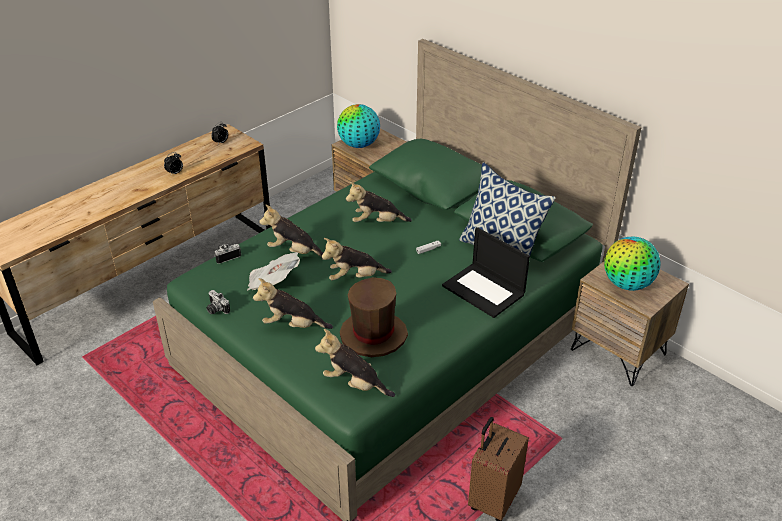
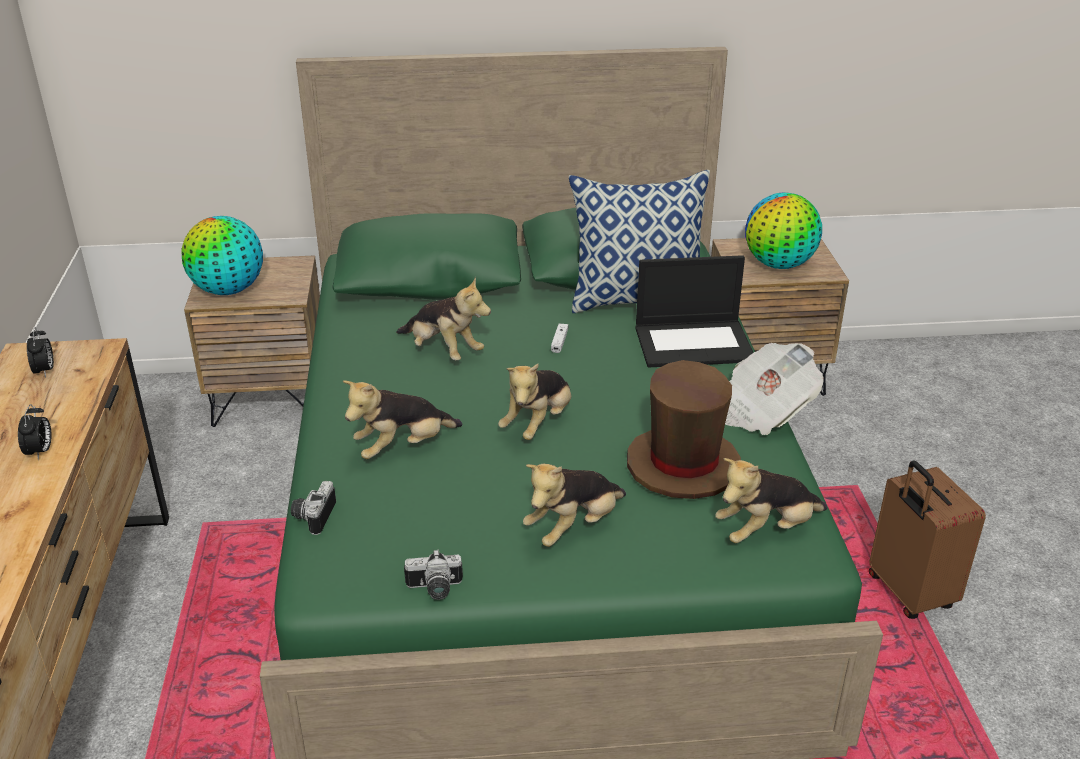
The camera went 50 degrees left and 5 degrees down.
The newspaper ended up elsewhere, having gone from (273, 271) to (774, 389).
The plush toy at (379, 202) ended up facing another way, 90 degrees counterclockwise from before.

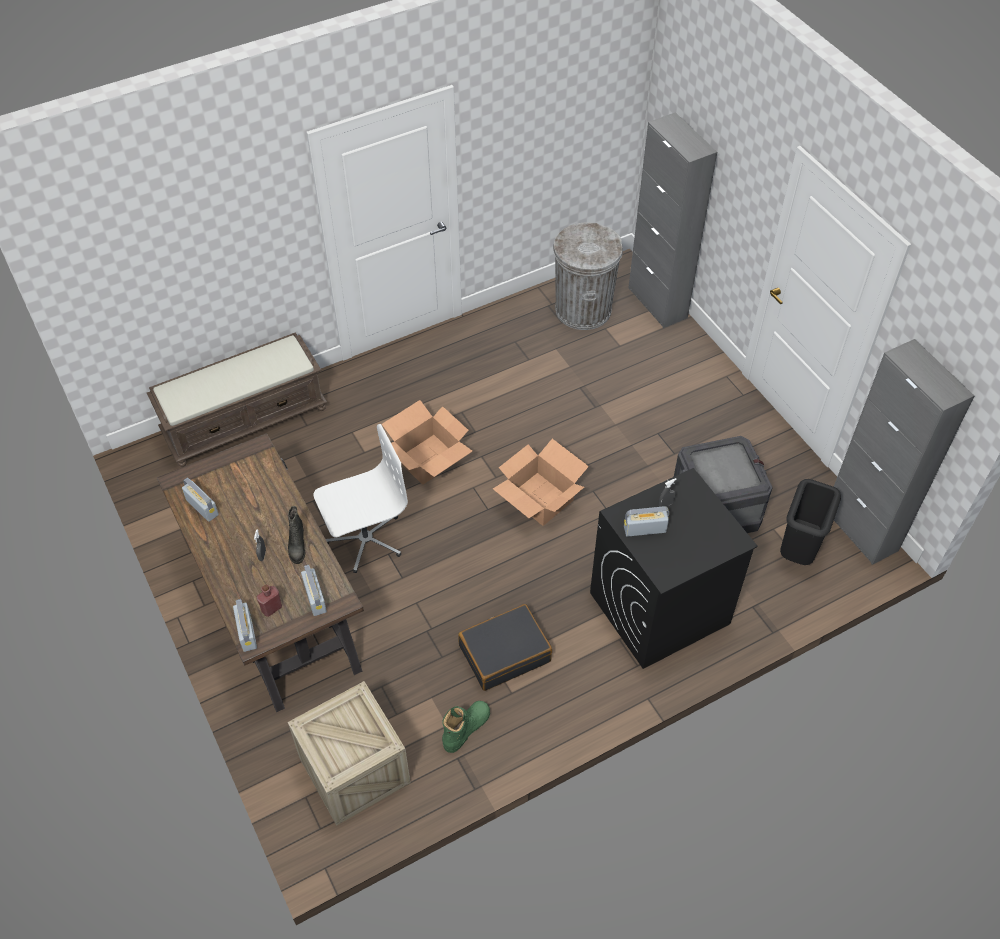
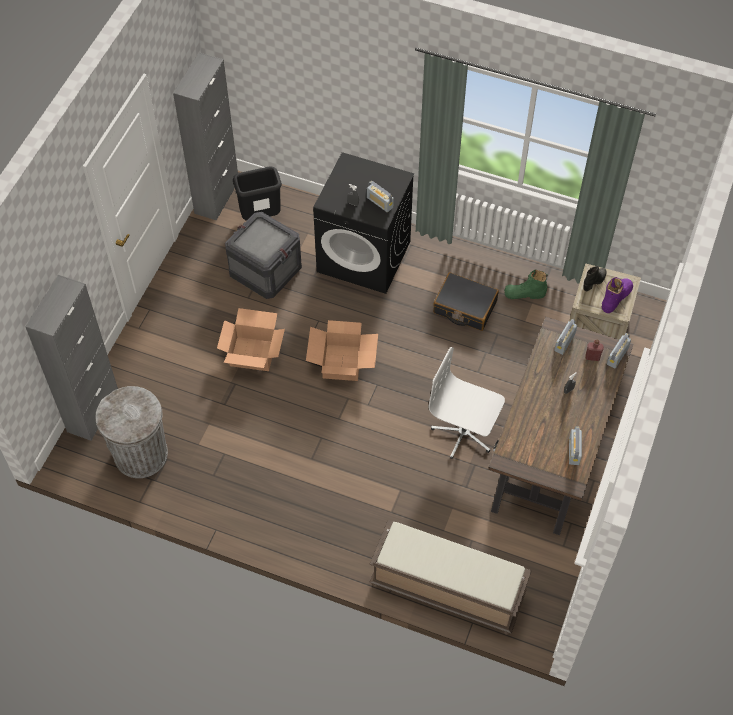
The camera went 130 degrees left and 5 degrees up.
The black boot ended up elsewhere, having gone from (296, 535) to (595, 278).
The cardboard box ended up elsewhere, having gone from (427, 442) to (251, 339).
The second view gained the purple boot at (617, 295).

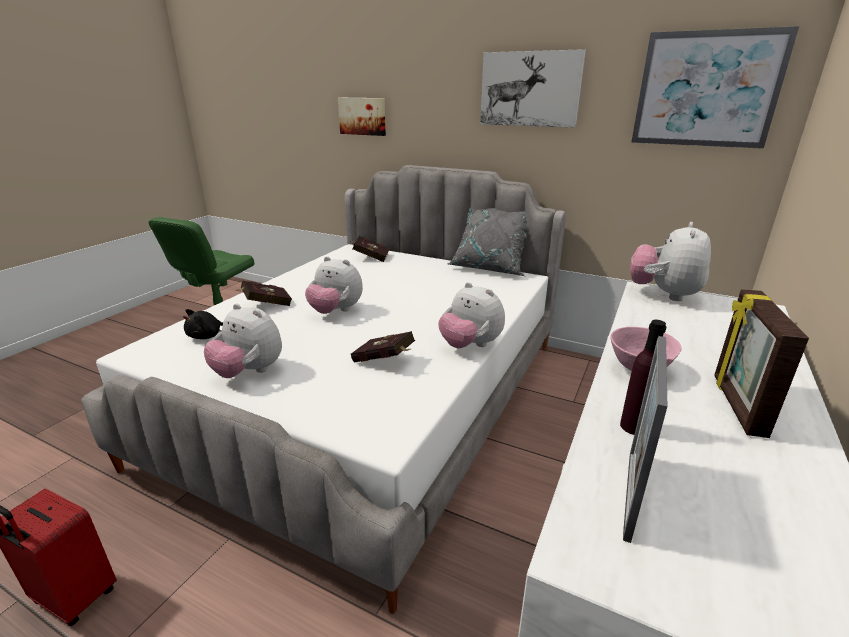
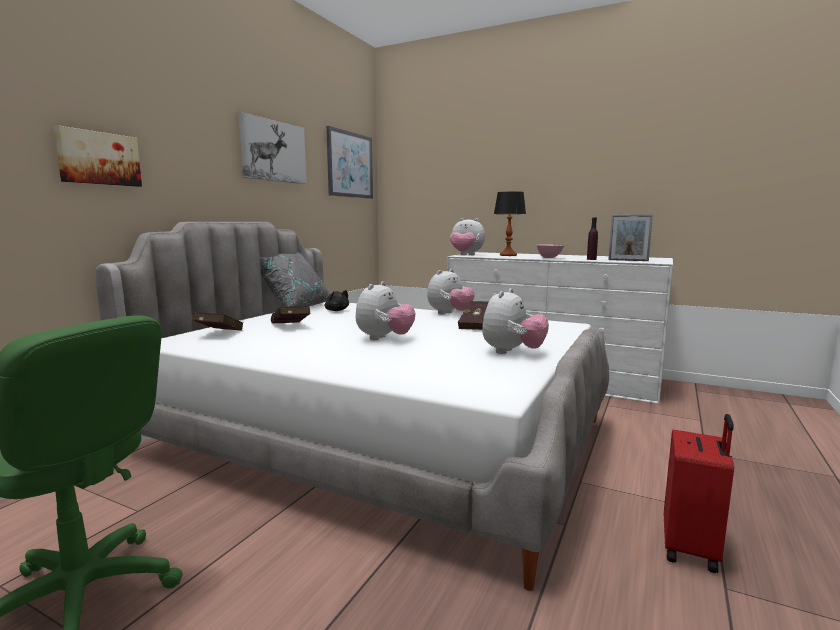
The camera went 90 degrees left and 15 degrees down.
The black plush toy ended up elsewhere, having gone from (203, 324) to (336, 300).
The red book ended up elsewhere, having gone from (264, 293) to (291, 314).
The second view lost the picture frame at (761, 363).
The second view gained the table lamp at (510, 223).

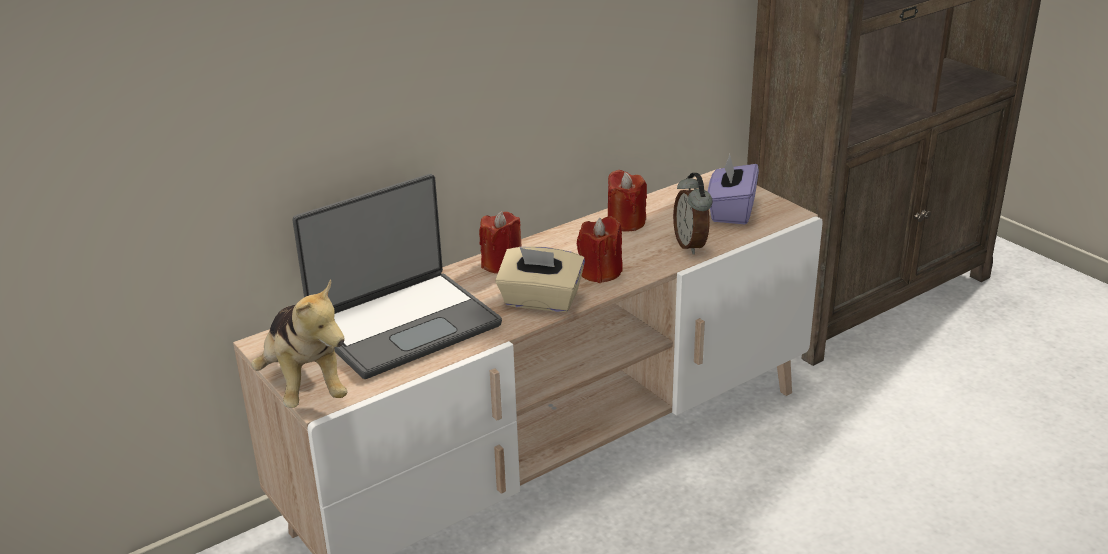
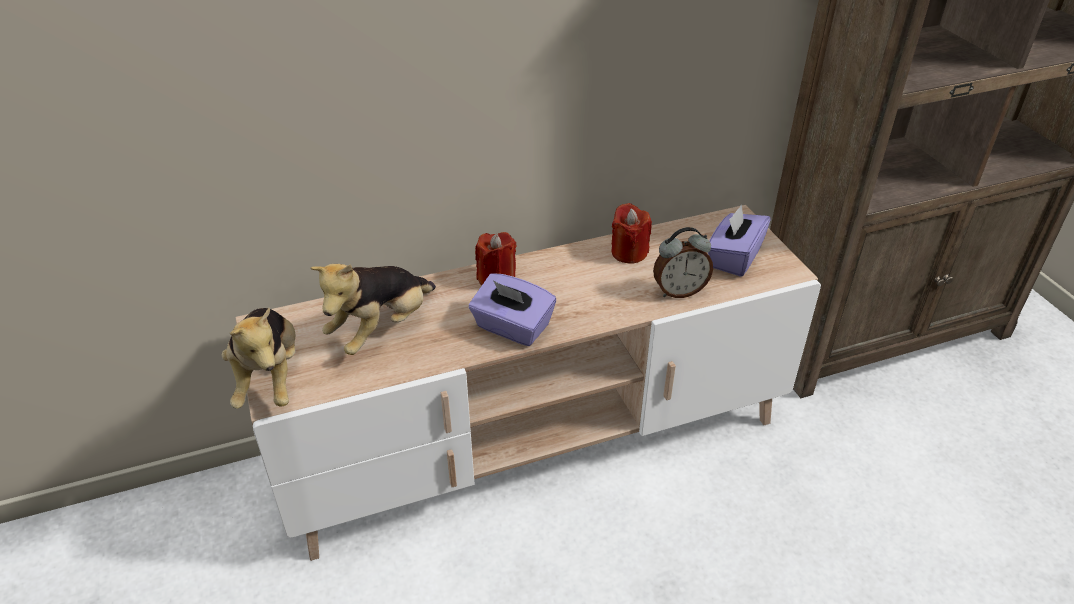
The camera went 15 degrees right and 10 degrees up.
Where the laptop stood at (397, 276), the plush toy came to stand at (373, 309).
What was the beige tissue box at (540, 279) turned into the purple tissue box at (512, 309).
The second view lost the red candle at (600, 249).
The alarm clock at (693, 213) ended up facing another way, 105 degrees counterclockwise from before.

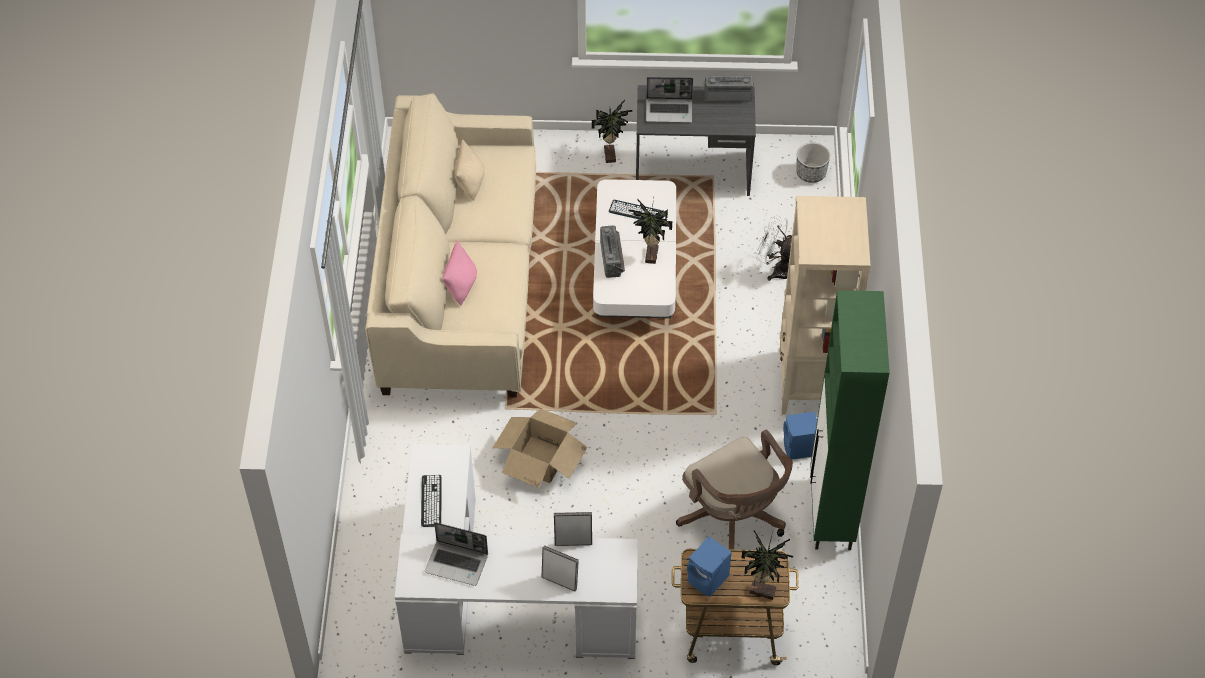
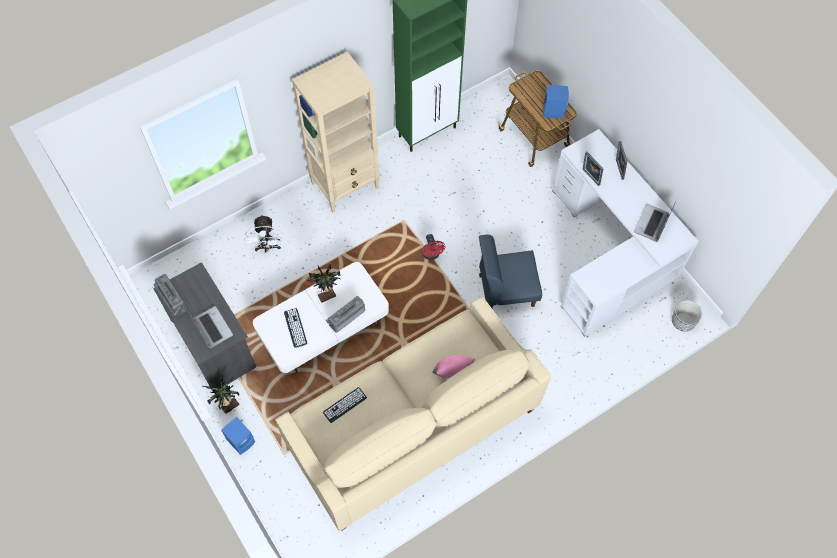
The camera went 125 degrees left and 10 degrees up.
The keyboard ended up elsewhere, having gone from (431, 501) to (345, 405).
The laptop at (456, 554) ended up facing another way, 135 degrees counterclockwise from before.
The second view lost the beige pillow at (469, 170).
Where the cardboard box stood at (540, 448), the blue chair came to stand at (510, 271).
The second view lost the brown office chair at (734, 490).
The second view lost the potted plant at (767, 565).
The blue speaker ended up elsewhere, having gone from (800, 436) to (238, 436).
The planter ended up elsewhere, having gone from (813, 163) to (687, 315).
The second view gained the red fan at (433, 247).

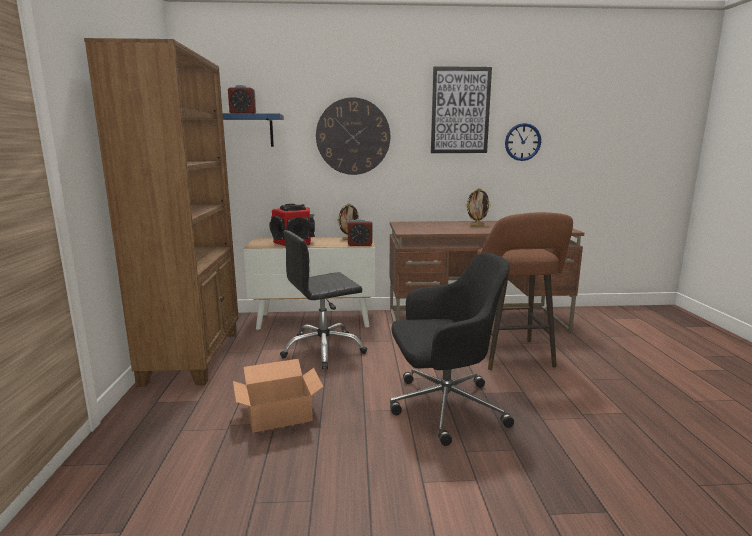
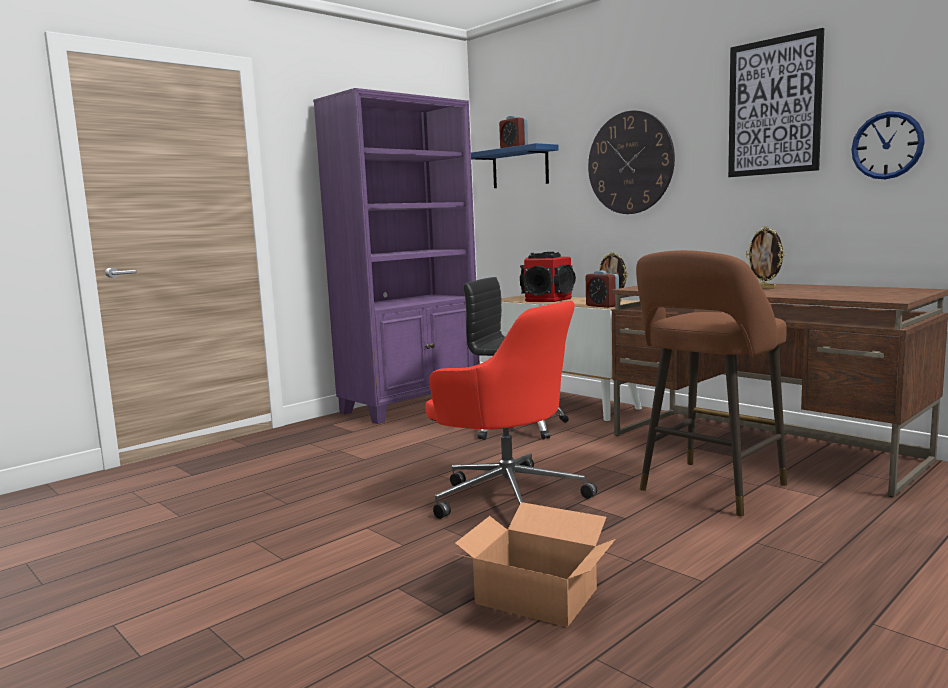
The camera went 50 degrees right and 5 degrees down.
What was the brown bookcase at (161, 212) turned into the purple bookcase at (396, 256).
The cardboard box ended up elsewhere, having gone from (278, 396) to (535, 564).
What was the black office chair at (452, 349) turned into the red office chair at (511, 410).

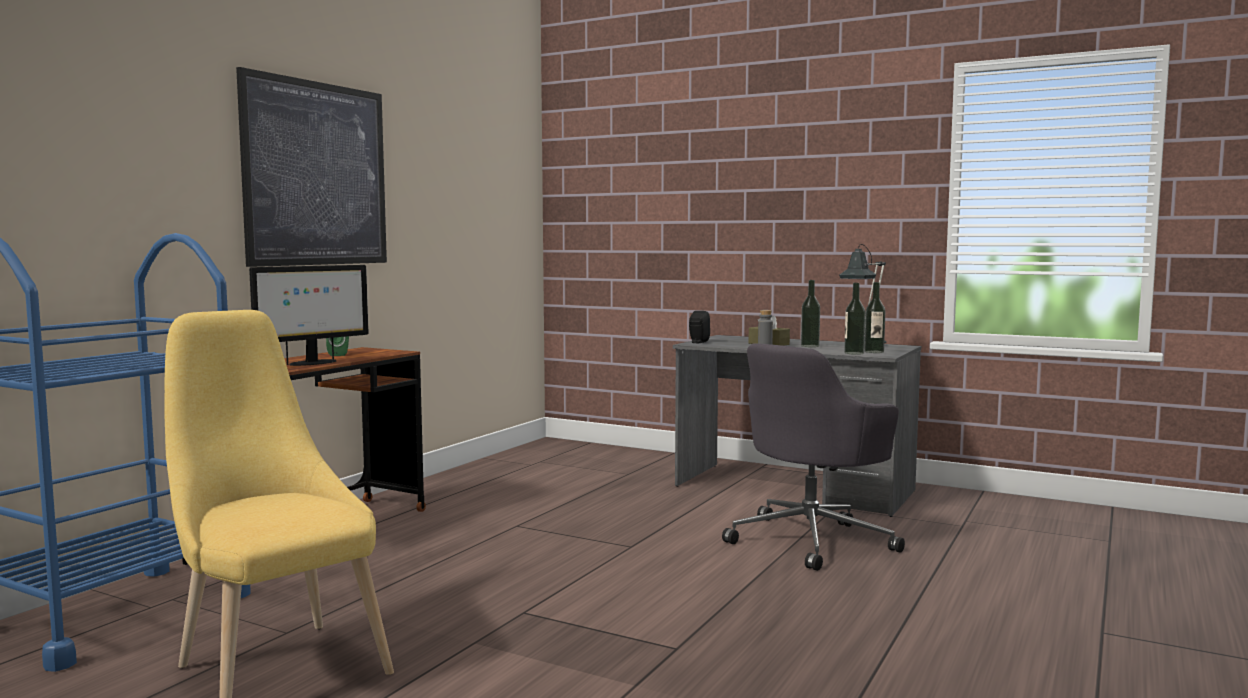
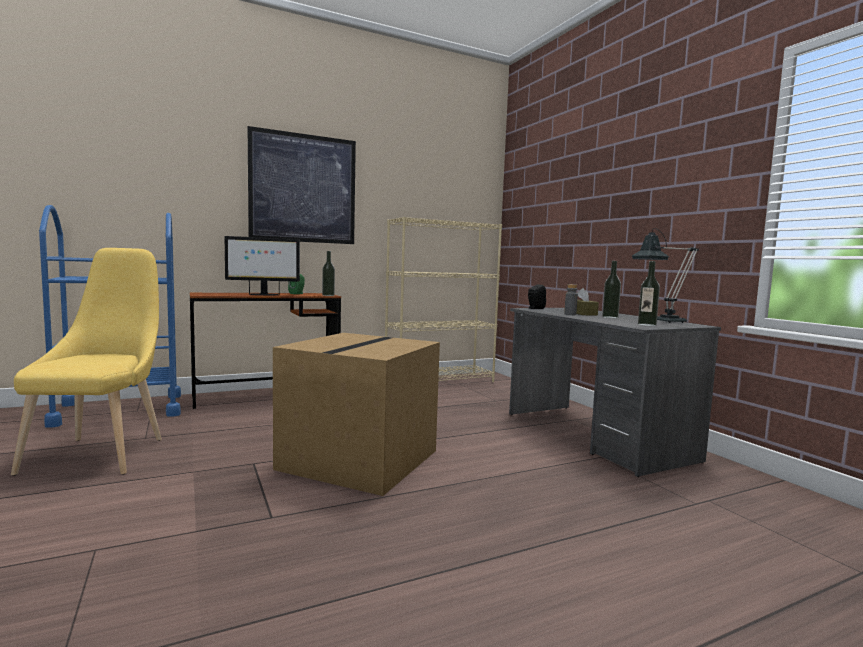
The camera went 35 degrees right and 0 degrees up.
The second view lost the grey office chair at (813, 457).
The bottle ended up elsewhere, having gone from (854, 319) to (328, 273).
The second view gained the cardboard box at (356, 414).
The second view gained the beige bookcase at (443, 299).

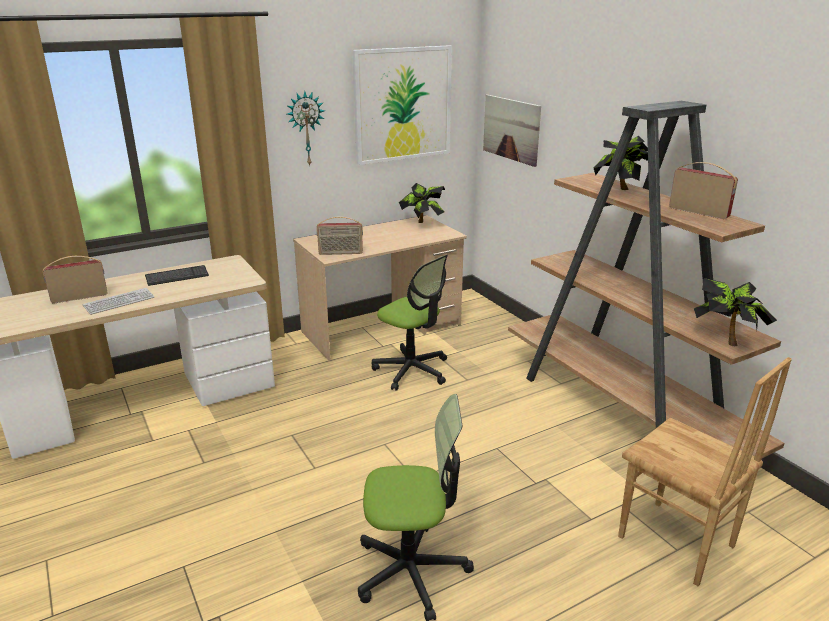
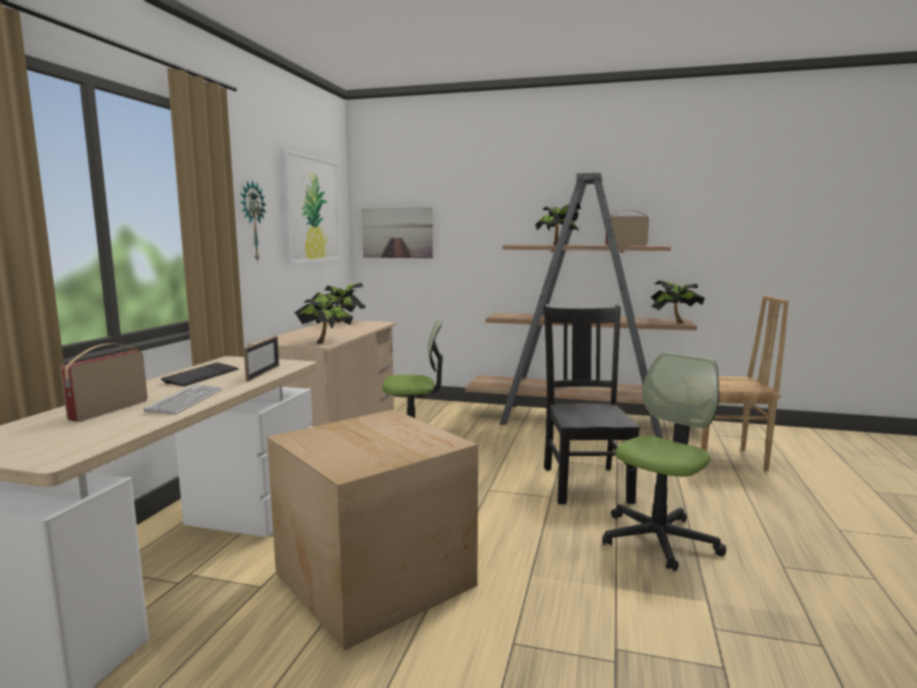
The camera went 45 degrees left and 15 degrees down.
Where the radio stood at (340, 236), the potted plant came to stand at (323, 318).
The second view gained the picture frame at (261, 359).
The second view gained the cardboard box at (372, 530).
The second view gained the black chair at (592, 404).

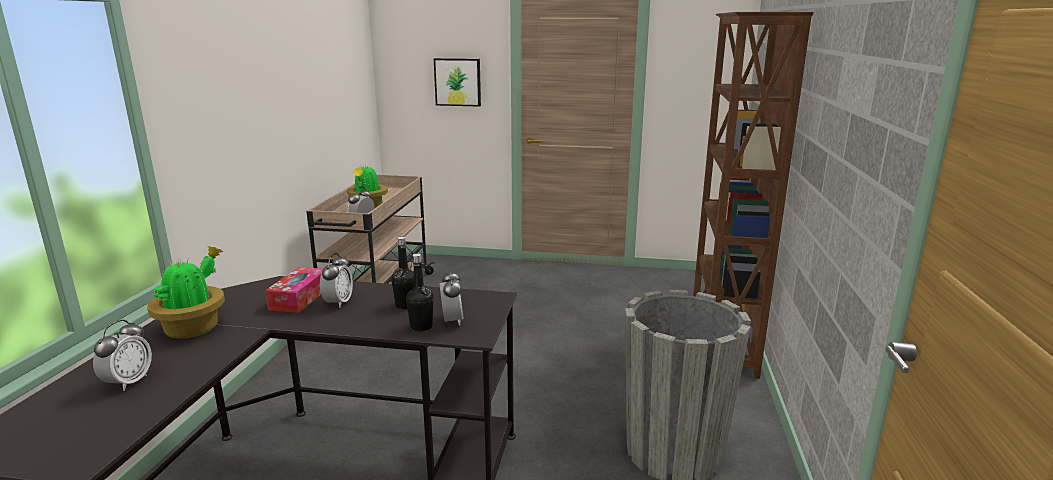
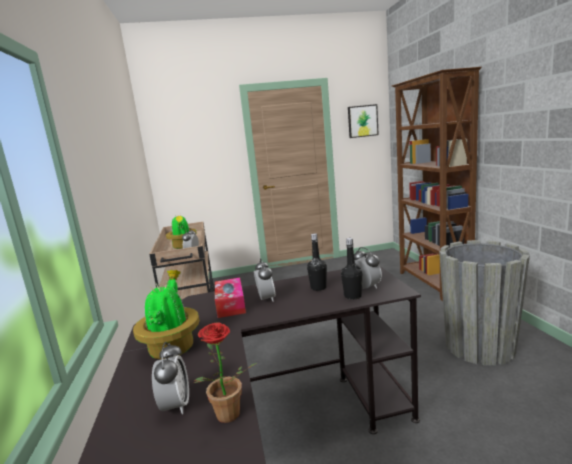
The camera went 20 degrees left and 5 degrees down.
The picture ended up elsewhere, having gone from (457, 82) to (363, 121).
The second view gained the potted plant at (225, 372).

